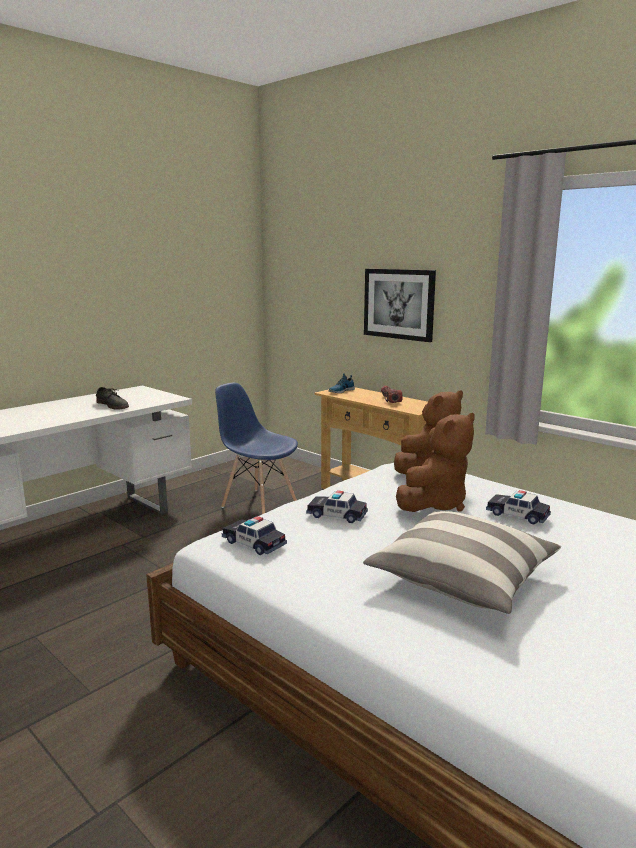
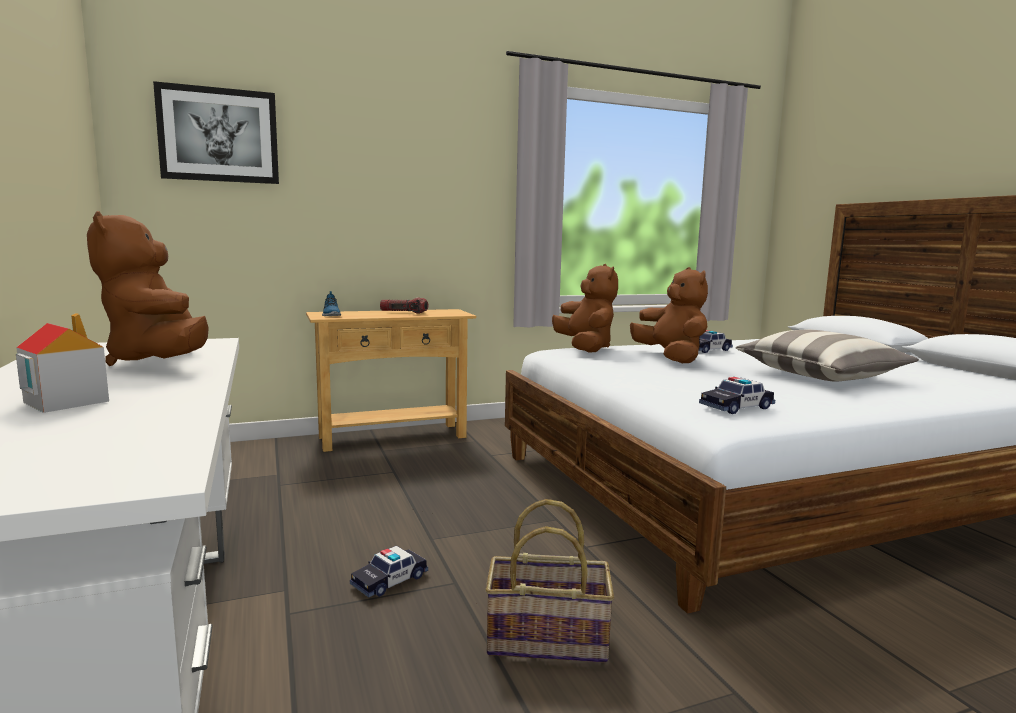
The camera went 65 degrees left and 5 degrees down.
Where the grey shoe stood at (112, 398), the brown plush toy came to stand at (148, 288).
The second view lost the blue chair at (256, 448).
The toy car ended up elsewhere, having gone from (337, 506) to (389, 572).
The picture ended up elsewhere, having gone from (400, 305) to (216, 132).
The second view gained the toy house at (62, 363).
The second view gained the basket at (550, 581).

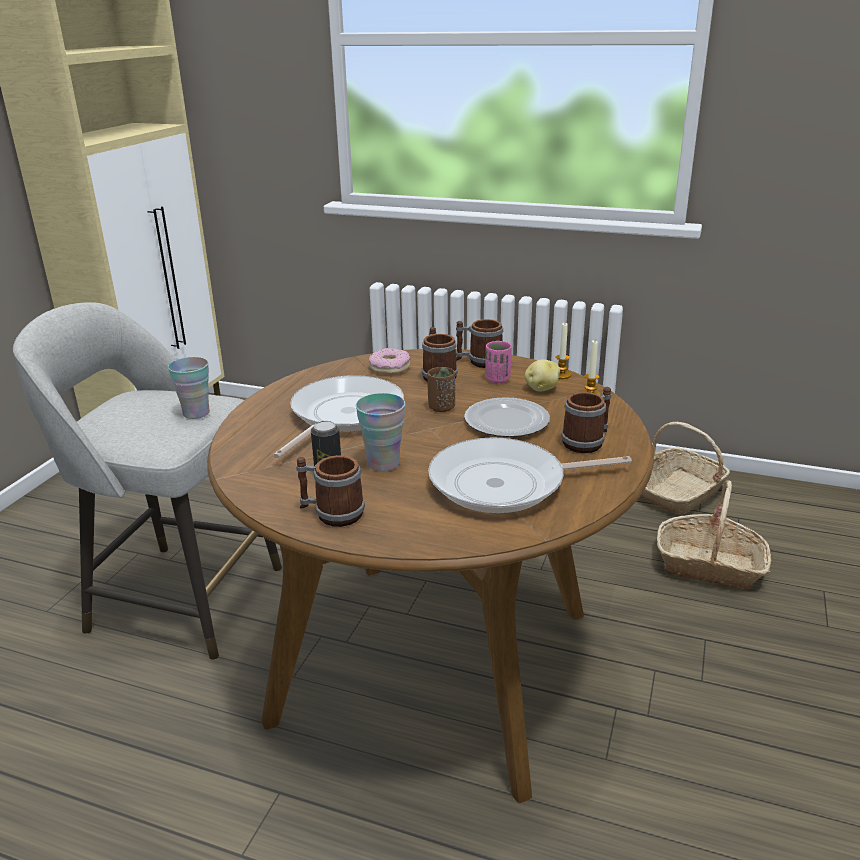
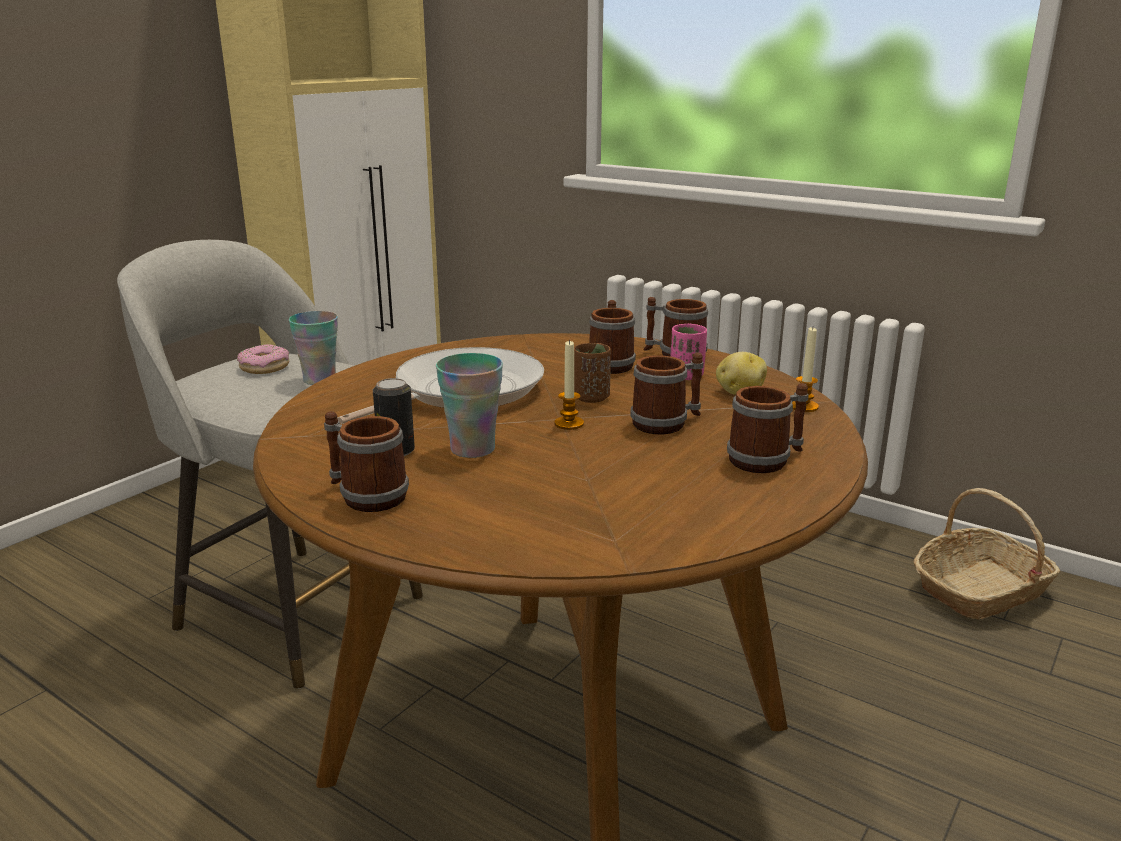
The camera went 15 degrees right and 5 degrees down.
The donut ended up elsewhere, having gone from (390, 361) to (263, 359).
The second view lost the frying pan at (530, 475).
Where the plate stood at (507, 417), the mug came to stand at (666, 393).
The candle ended up elsewhere, having gone from (563, 351) to (569, 385).
The second view lost the basket at (714, 534).

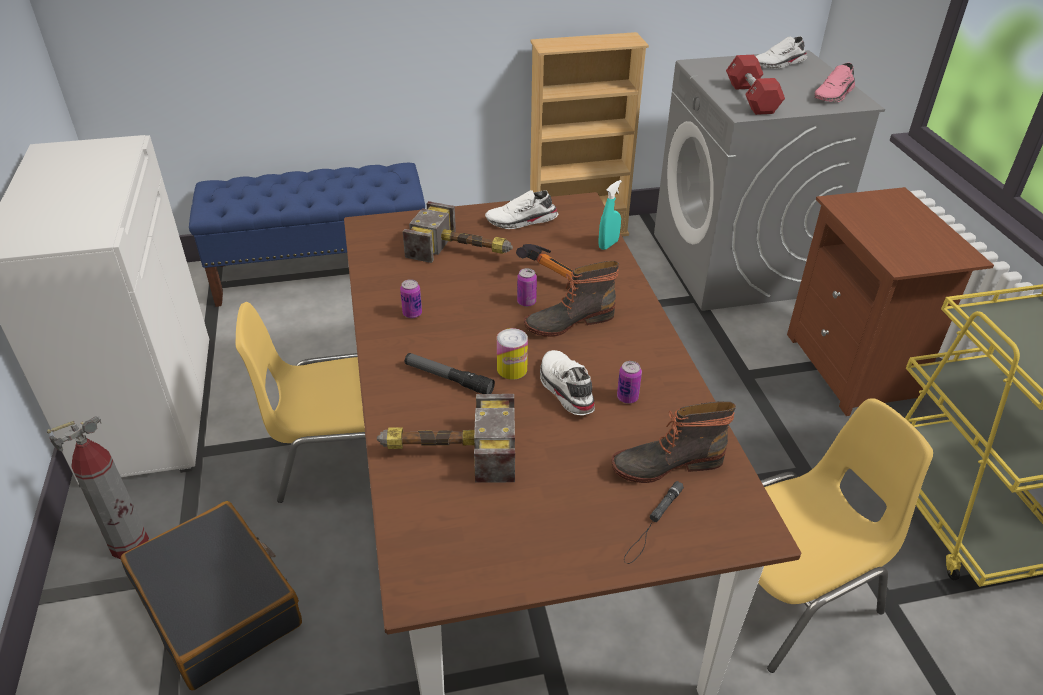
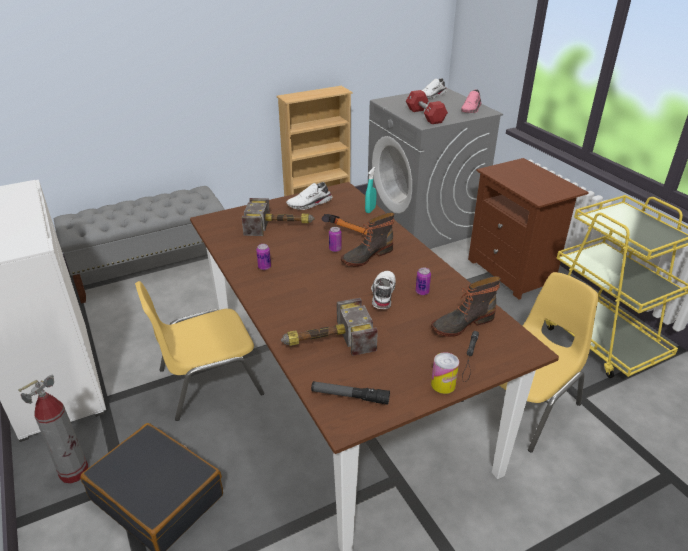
The camera went 15 degrees left and 5 degrees down.
What was the blue bench at (307, 235) turned into the grey bench at (139, 245).
The flashlight ended up elsewhere, having gone from (450, 373) to (350, 393).
The can ended up elsewhere, having gone from (512, 354) to (445, 373).
The white shoe at (567, 382) ended up facing another way, 45 degrees clockwise from before.

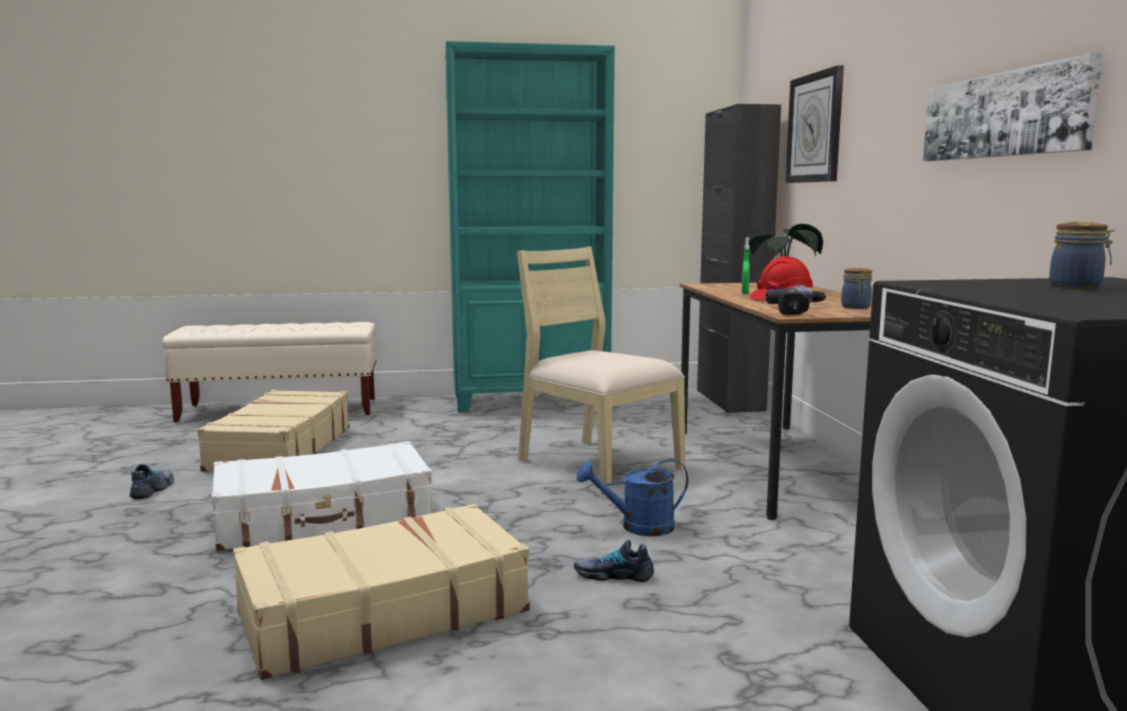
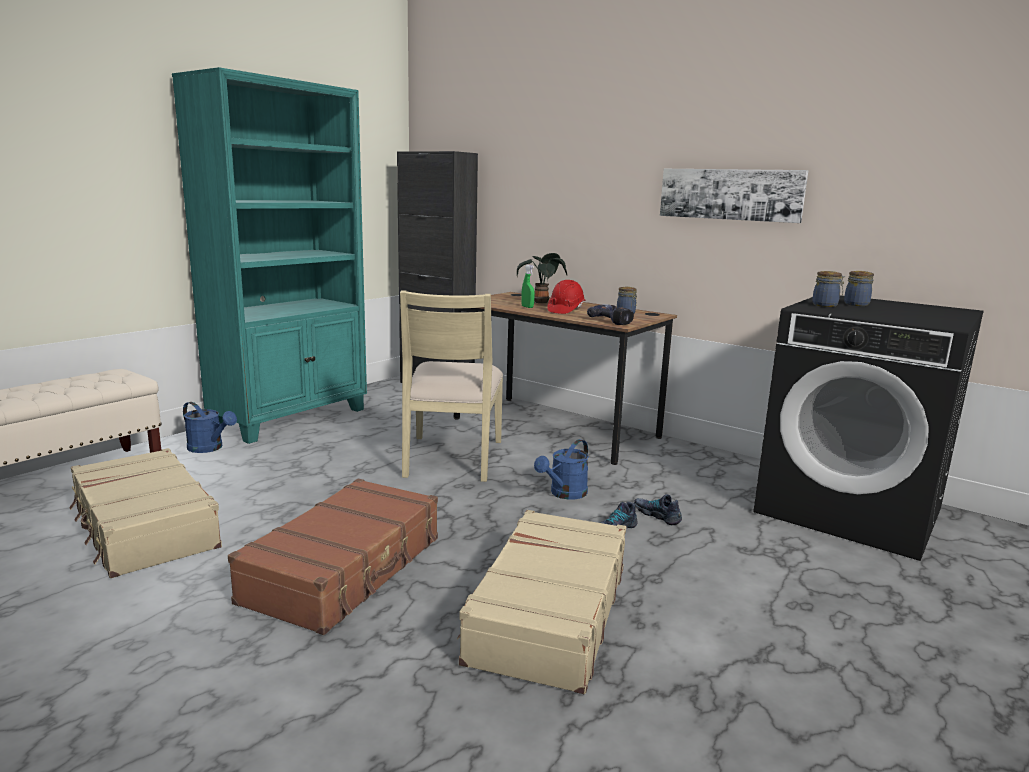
The camera went 45 degrees left and 5 degrees up.
The shoe ended up elsewhere, having gone from (152, 481) to (658, 509).
What was the white suitcase at (322, 496) turned into the brown suitcase at (333, 557).
The beige chair at (601, 371) ended up facing another way, 90 degrees counterclockwise from before.
The second view lost the wall clock at (814, 124).
The second view gained the blue watering can at (210, 427).
The second view gained the jar at (828, 289).

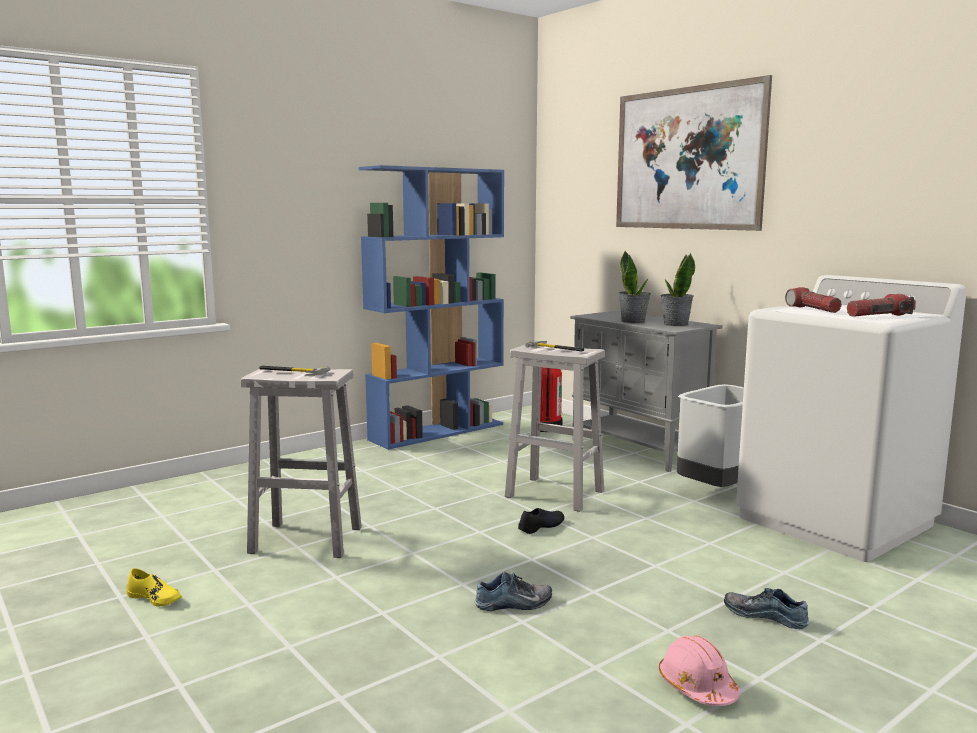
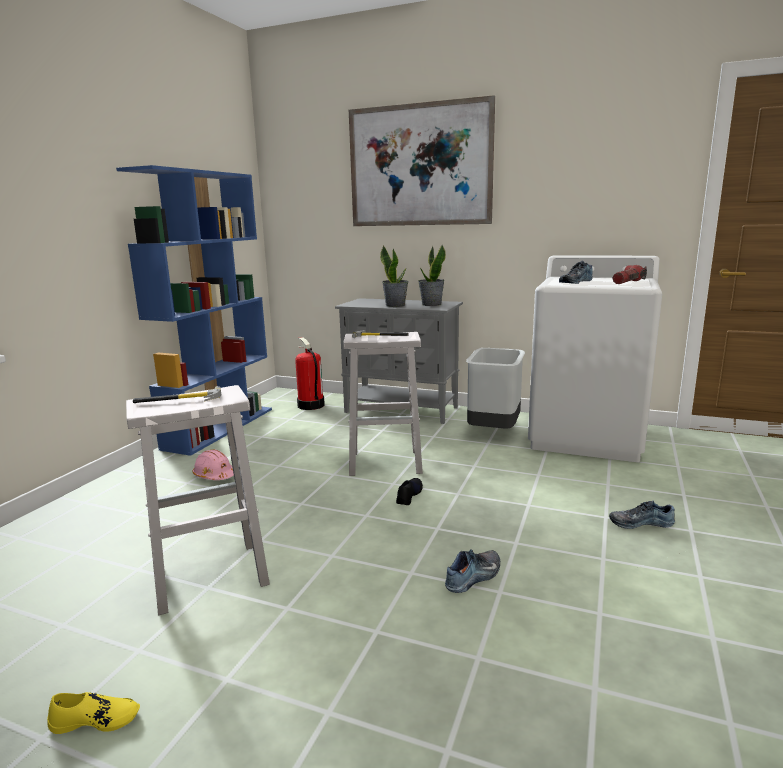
The camera went 30 degrees left and 5 degrees up.
The pink hard hat ended up elsewhere, having gone from (699, 671) to (213, 464).
Where the flashlight stood at (813, 300), the shoe came to stand at (576, 272).

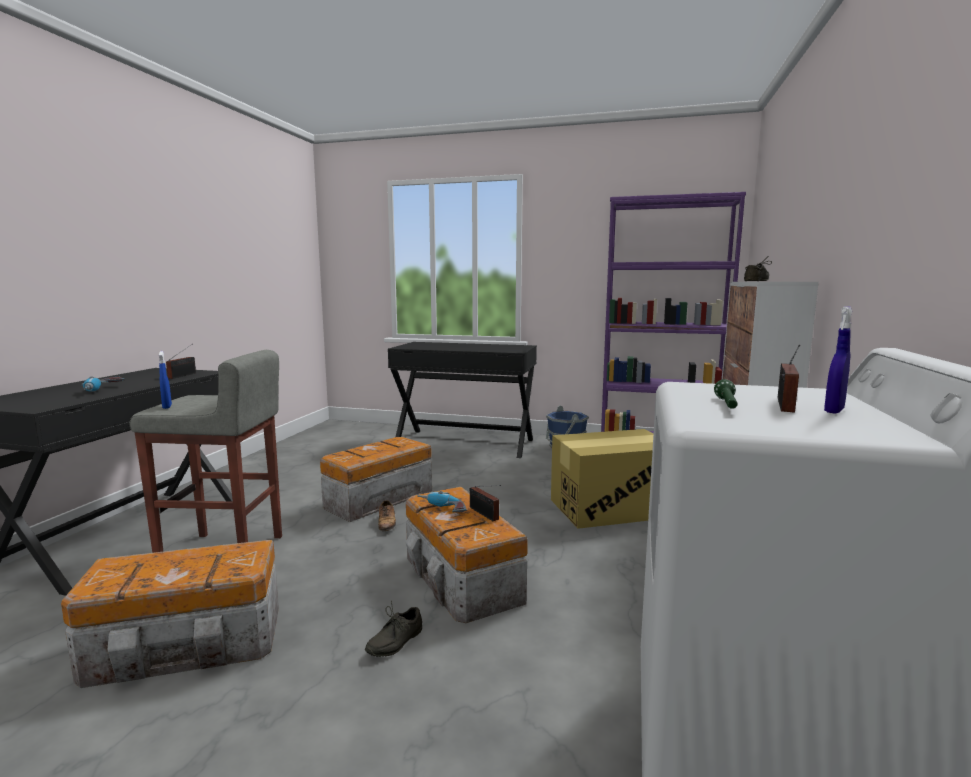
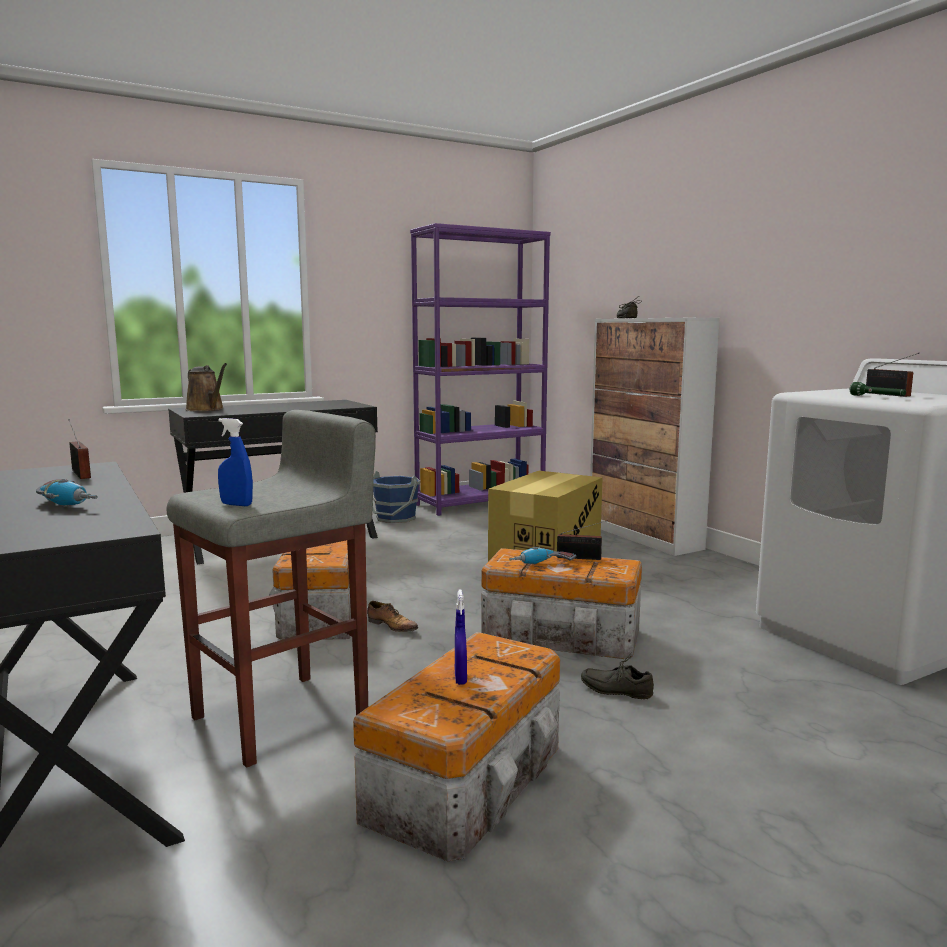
The camera went 45 degrees left and 0 degrees up.
The grey shoe at (393, 629) ended up facing another way, 120 degrees clockwise from before.
The blue spray bottle ended up elsewhere, having gone from (838, 360) to (461, 637).
The second view gained the brown watering can at (206, 387).

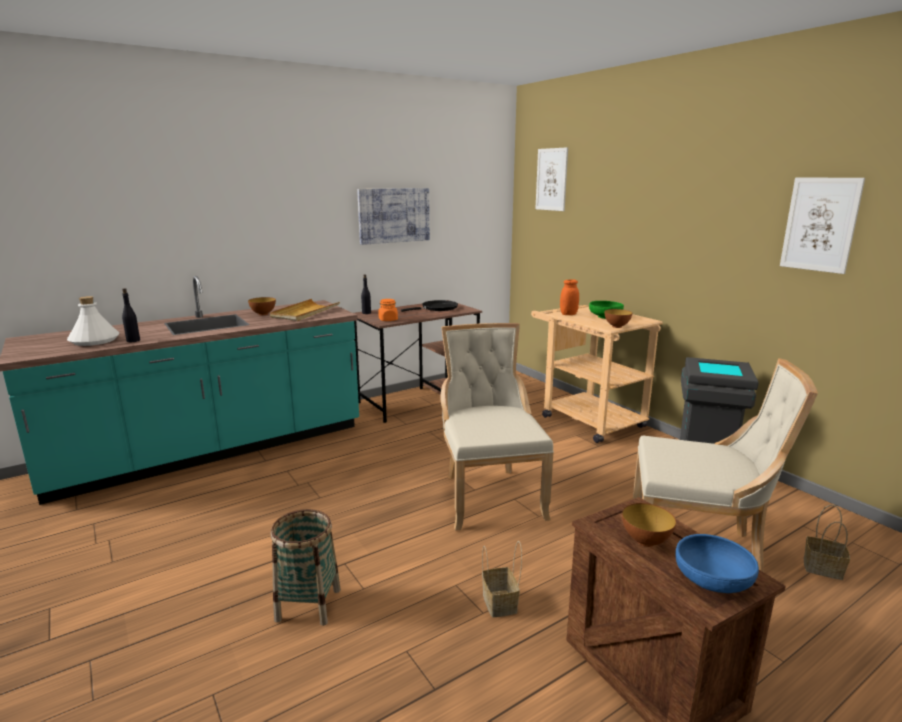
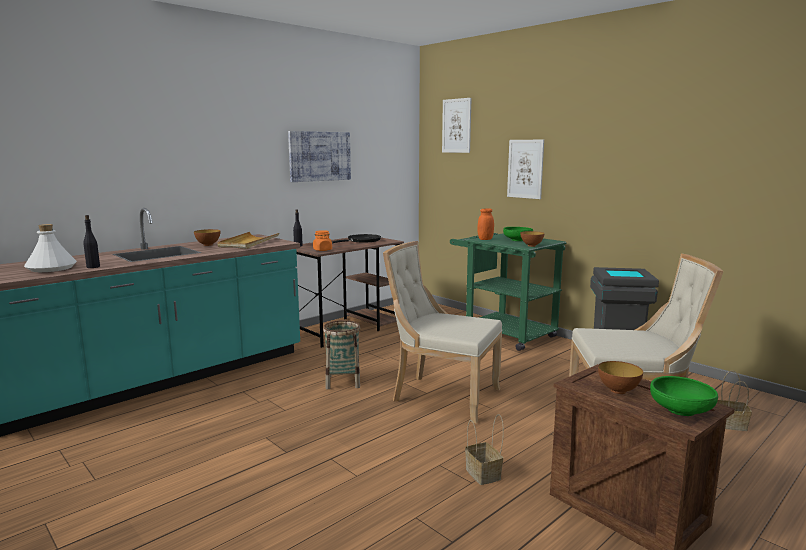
The camera went 10 degrees left and 5 degrees down.
The basket ended up elsewhere, having gone from (306, 567) to (341, 354).
The beige chair at (497, 427) ended up facing another way, 45 degrees counterclockwise from before.
What was the beige cart at (597, 374) turned into the green cart at (508, 292).
What was the blue bowl at (717, 563) turned into the green bowl at (684, 396).
The picture ended up elsewhere, having gone from (822, 226) to (525, 169).

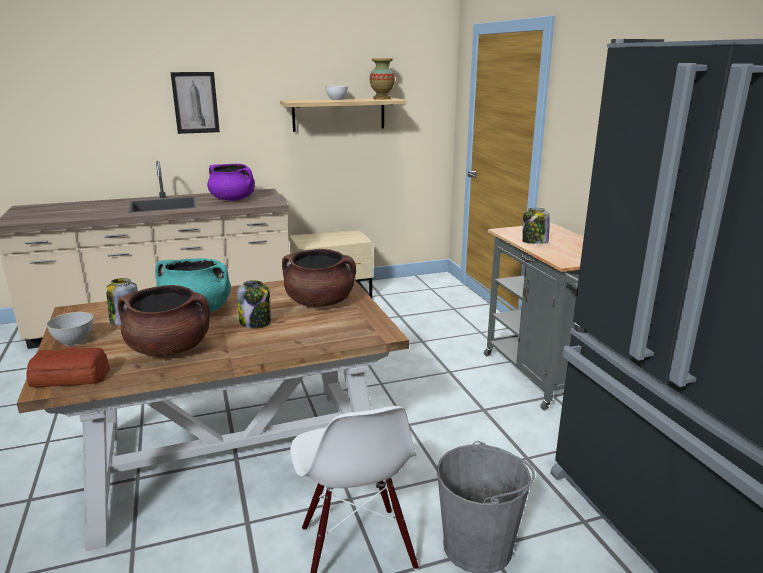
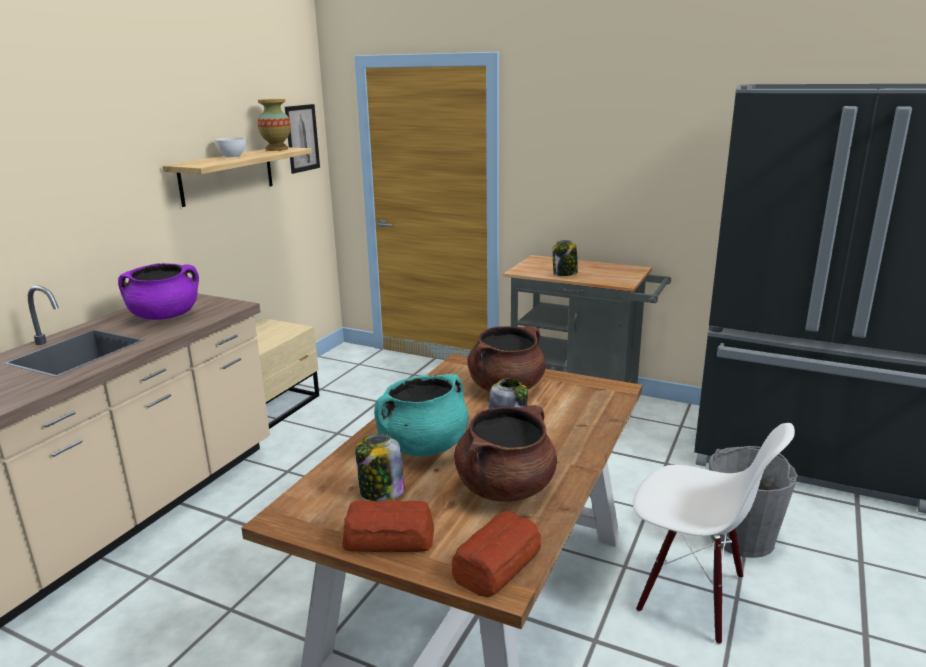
The camera went 45 degrees left and 0 degrees up.
Where the grey bowl stood at (69, 329), the bread came to stand at (388, 526).
The picture ended up elsewhere, having gone from (195, 103) to (302, 139).

